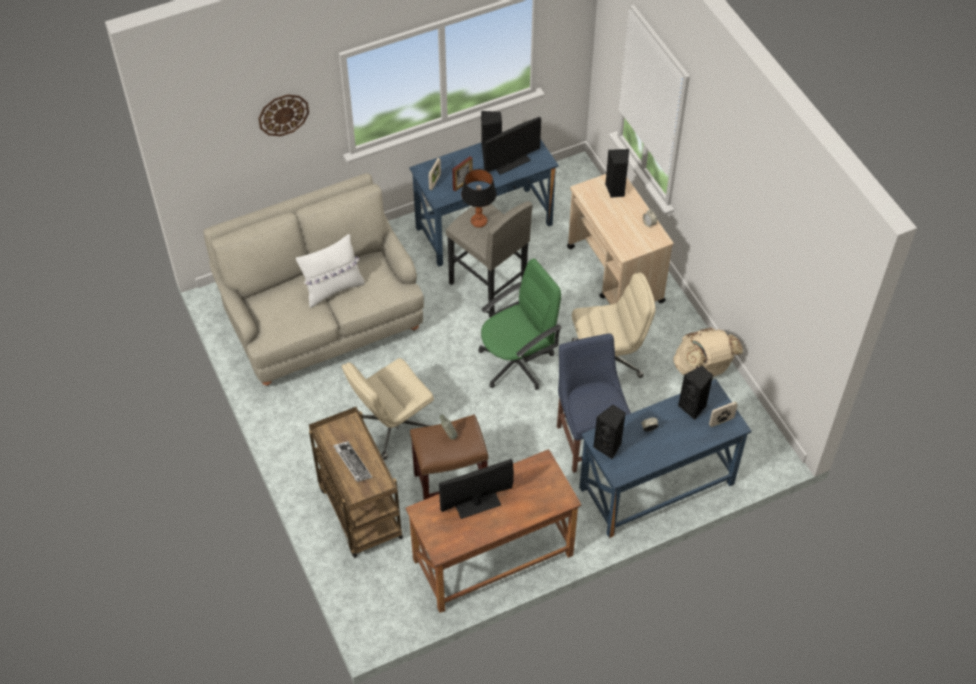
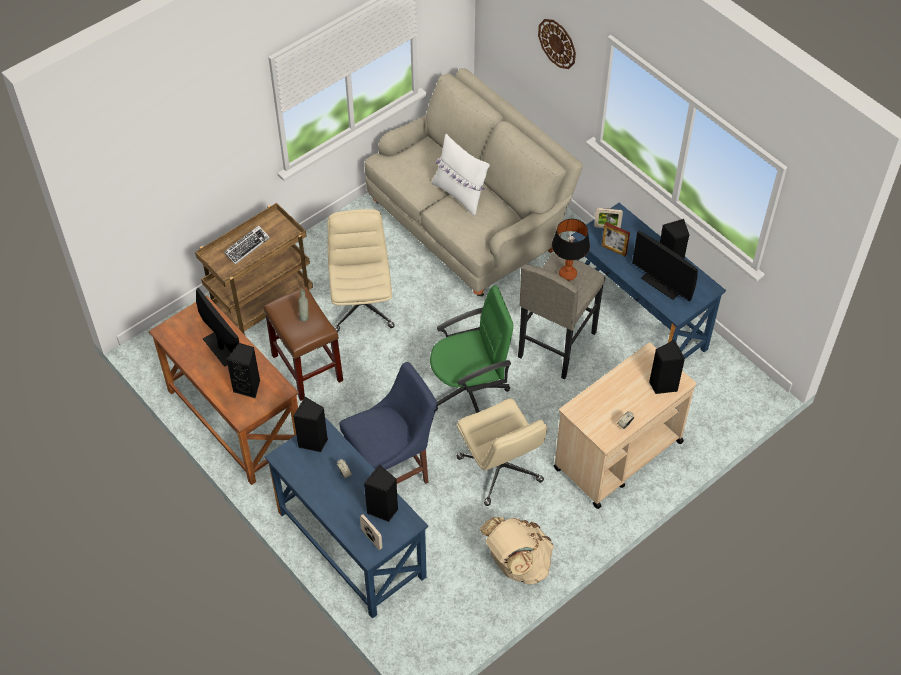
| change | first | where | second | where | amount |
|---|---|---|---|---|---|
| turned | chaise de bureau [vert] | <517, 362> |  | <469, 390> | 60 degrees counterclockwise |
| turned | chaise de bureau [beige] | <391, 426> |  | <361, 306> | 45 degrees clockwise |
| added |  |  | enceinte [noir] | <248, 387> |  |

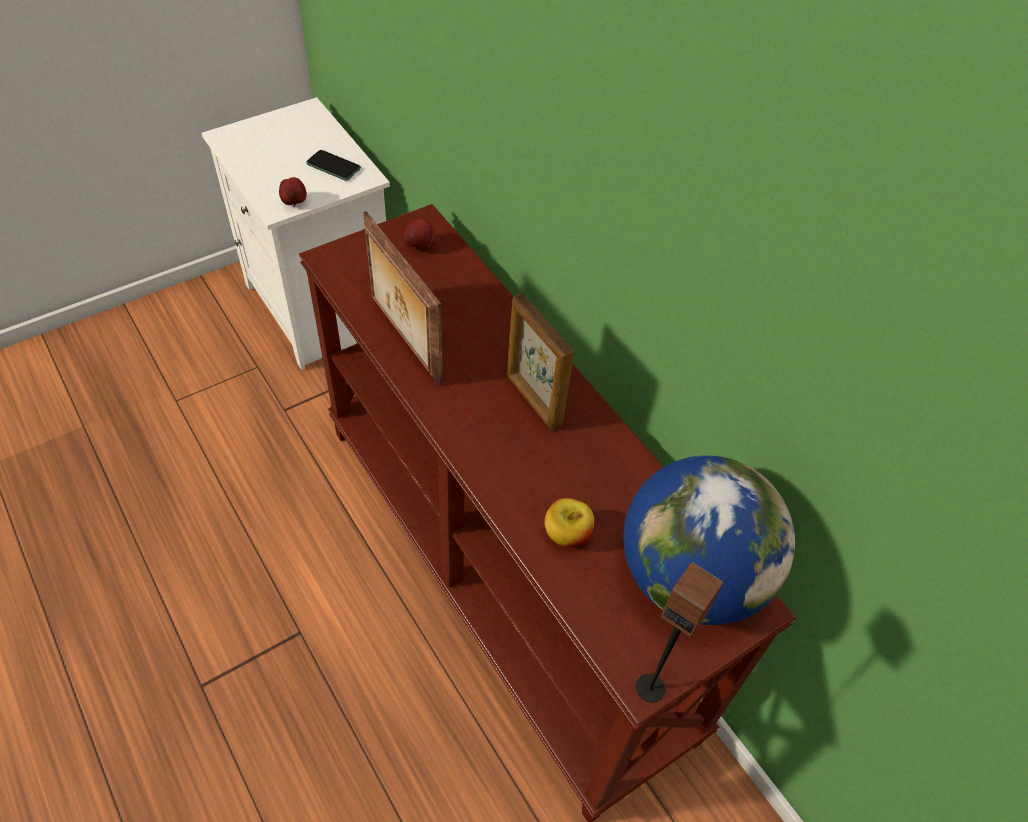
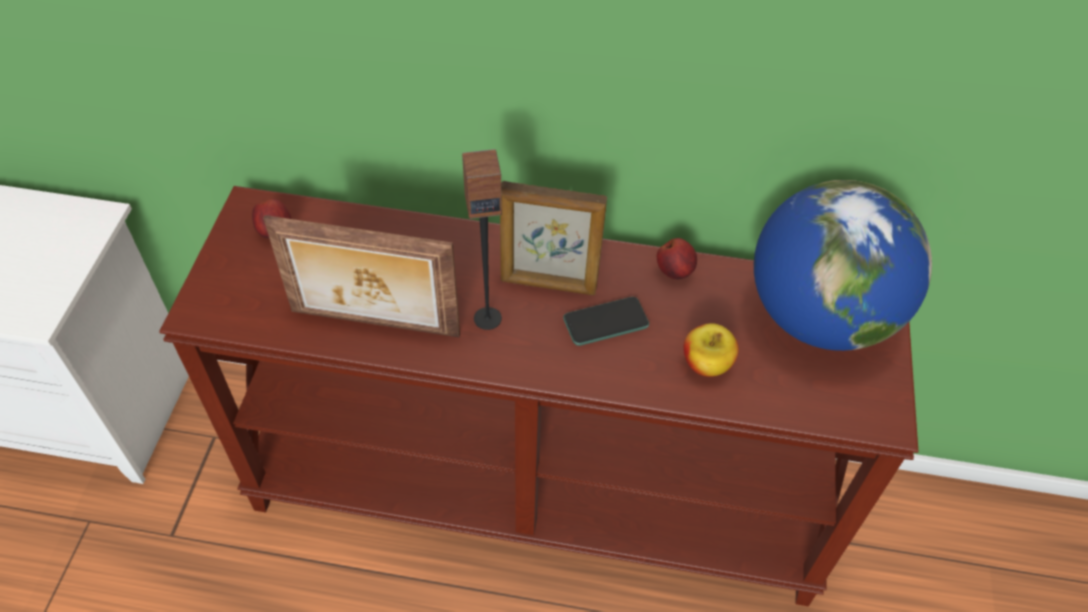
| change | first | where | second | where | amount |
|---|---|---|---|---|---|
| moved | téléphone | <333, 166> |  | <605, 322> |  |
| moved | pomme | <294, 203> |  | <675, 271> |  |
| moved | enceinte | <650, 687> |  | <487, 318> |  |

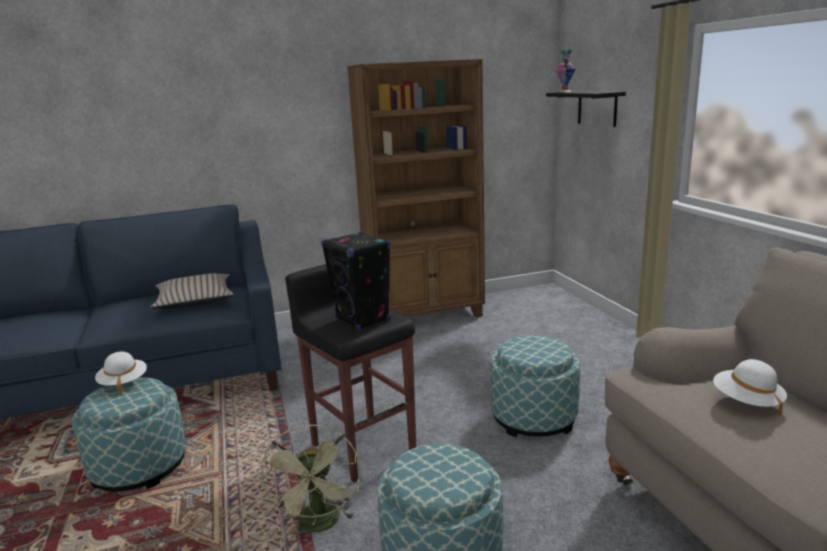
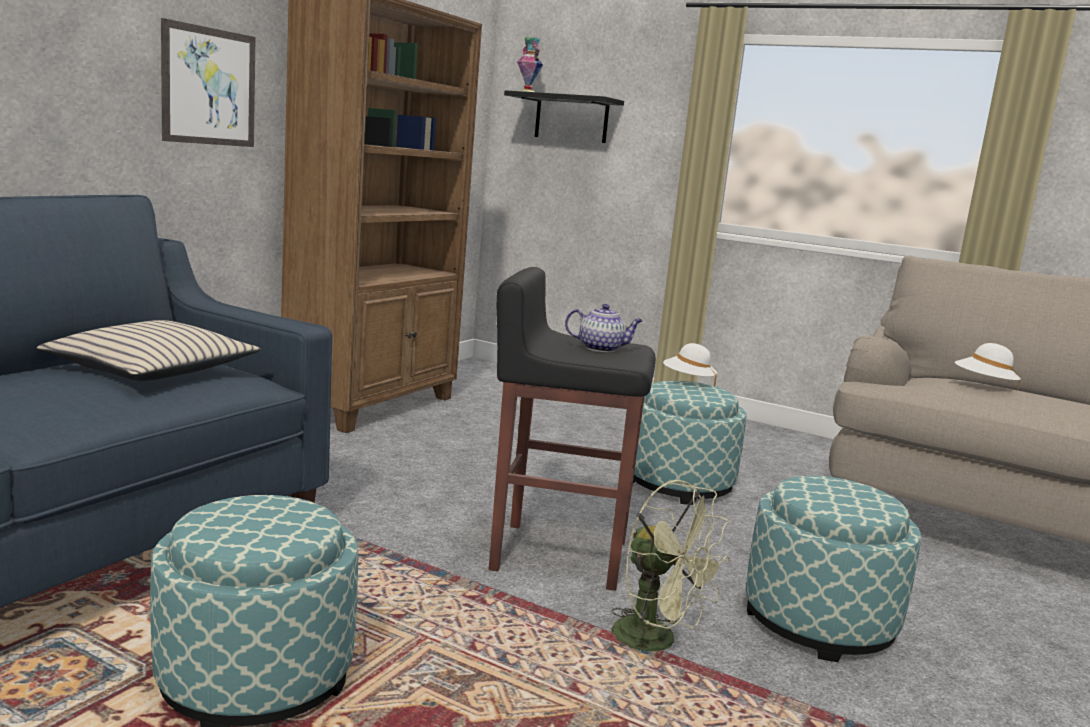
| change | first | where | second | where | amount |
|---|---|---|---|---|---|
| replaced | enceinte [noir] | <363, 320> | théière | <602, 348> |  |
| moved | chapeau [blanc] | <123, 382> |  | <688, 381> |  |
| added |  |  | tableau | <209, 86> |  |

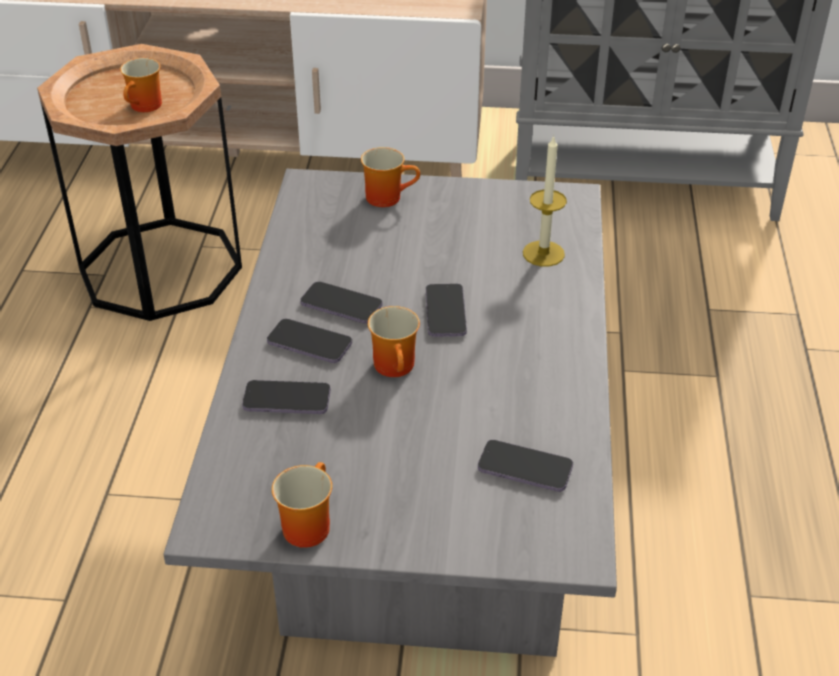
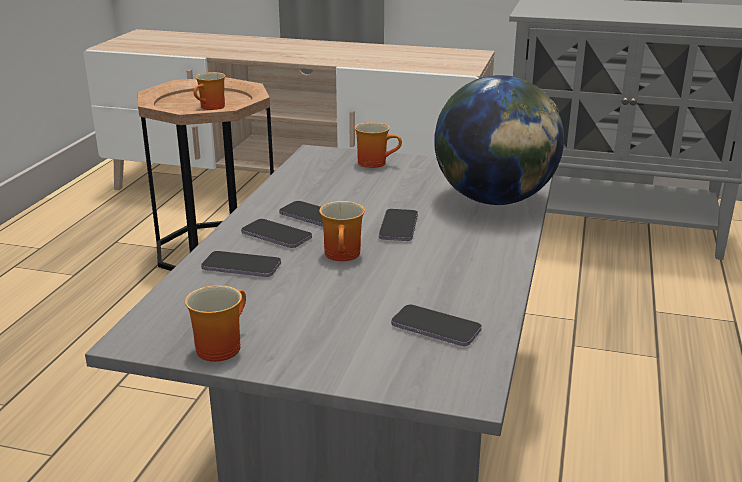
| change | first | where | second | where | amount |
|---|---|---|---|---|---|
| replaced | bougie | <543, 253> | globe | <494, 201> |  |

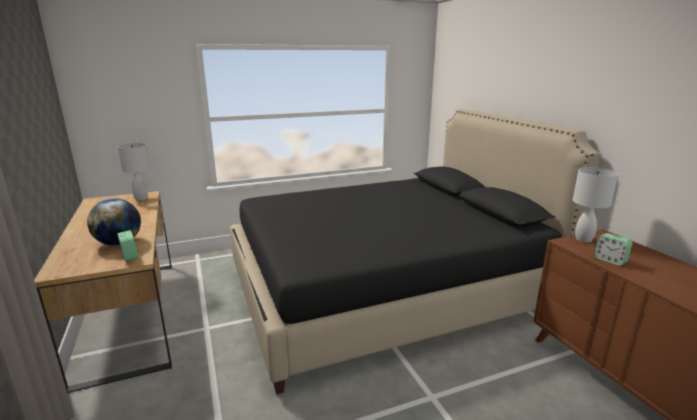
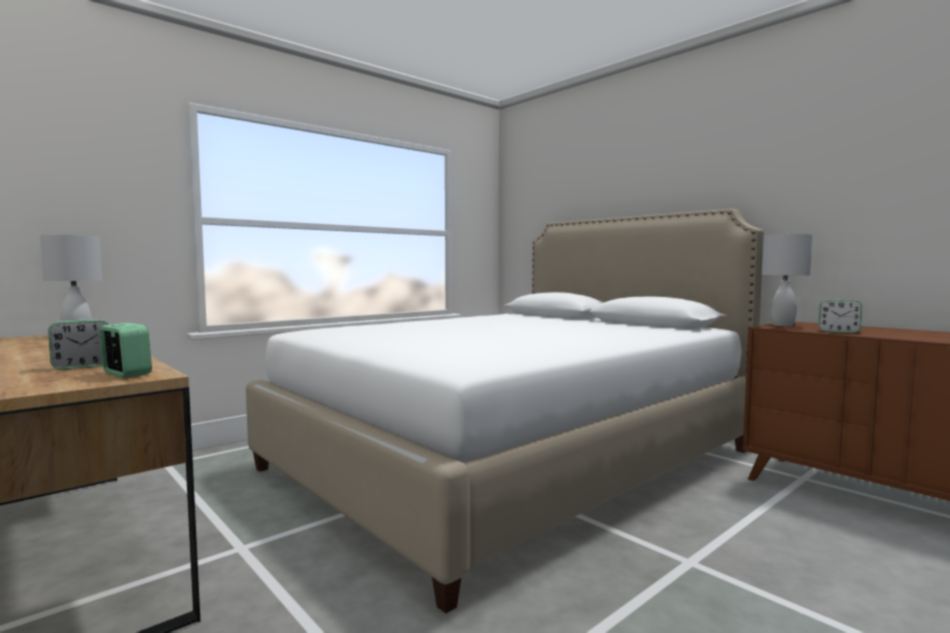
| change | first | where | second | where | amount |
|---|---|---|---|---|---|
| recoloured | lit [noir] | <385, 291> | lit [blanc] | <513, 459> |  |
| replaced | globe | <119, 243> | réveil | <82, 366> |  |

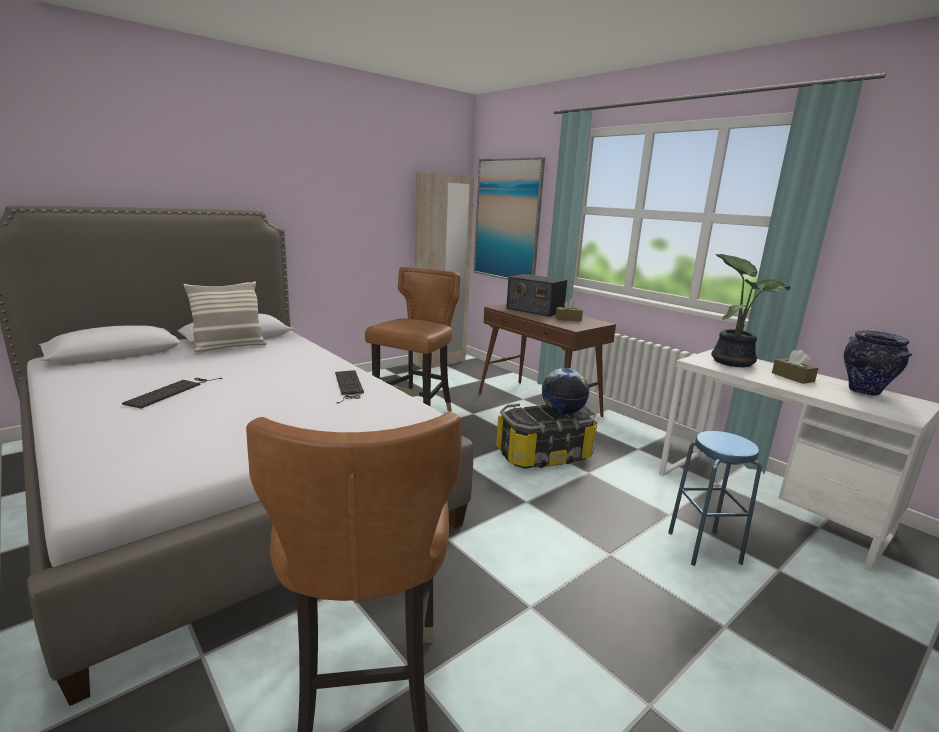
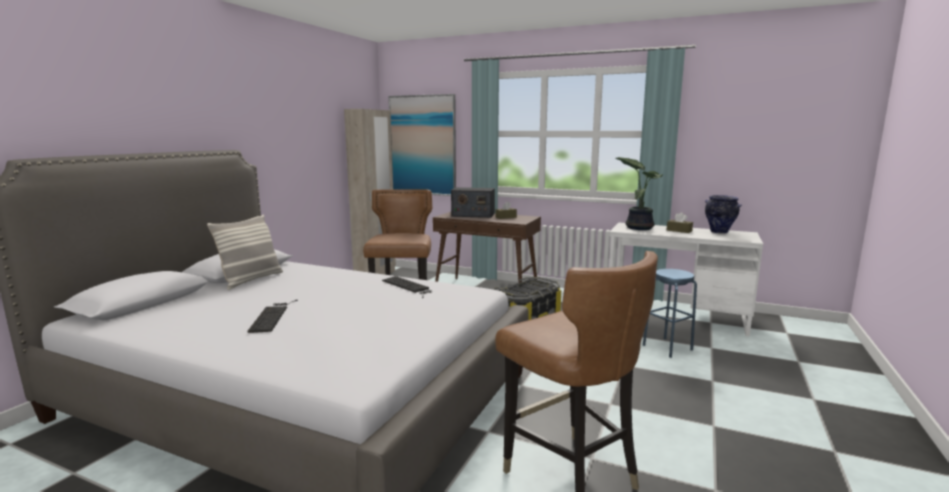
| change | first | where | second | where | amount |
|---|---|---|---|---|---|
| removed | globe | <563, 412> |  |  |  |

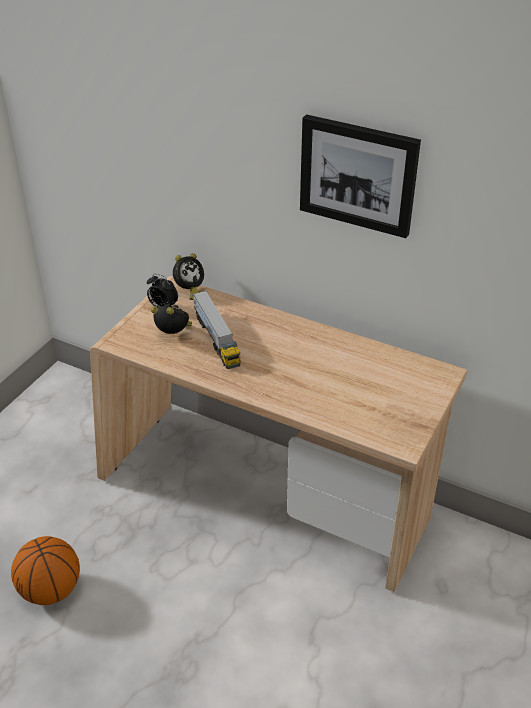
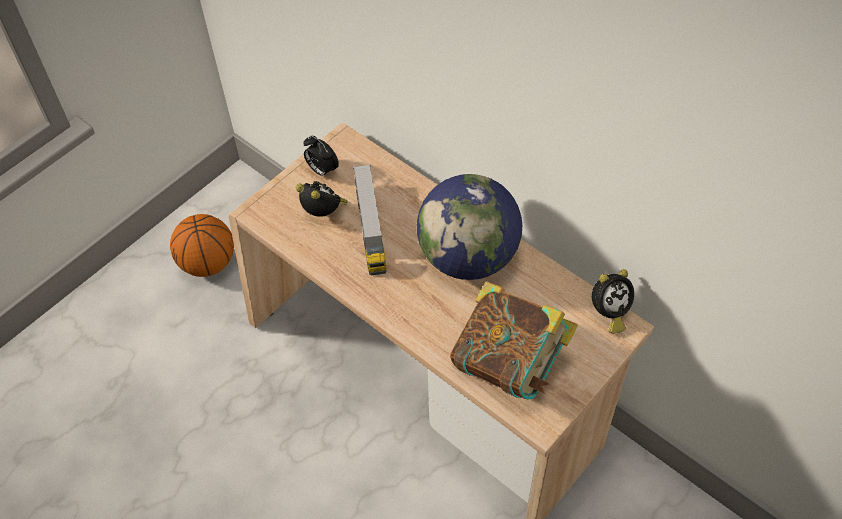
| change | first | where | second | where | amount |
|---|---|---|---|---|---|
| removed | tableau | <358, 175> |  |  |  |
| moved | réveil | <189, 291> |  | <608, 313> |  |
| moved | ballon de basket | <50, 590> |  | <208, 263> |  |
| added |  |  | globe | <468, 257> |  |
| added |  |  | livre | <510, 363> |  |

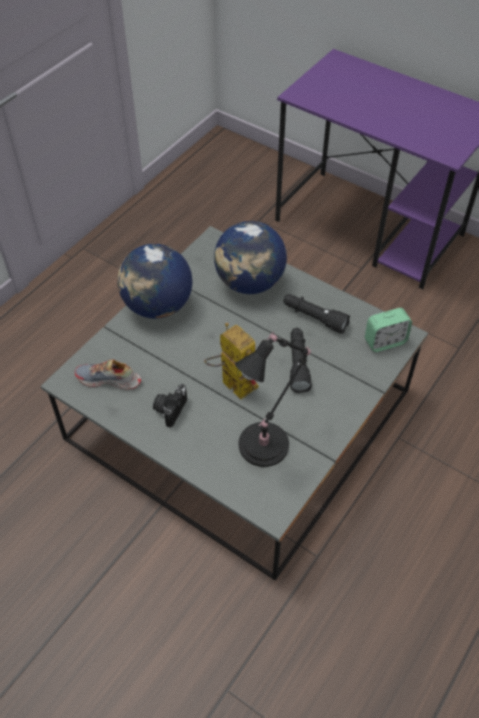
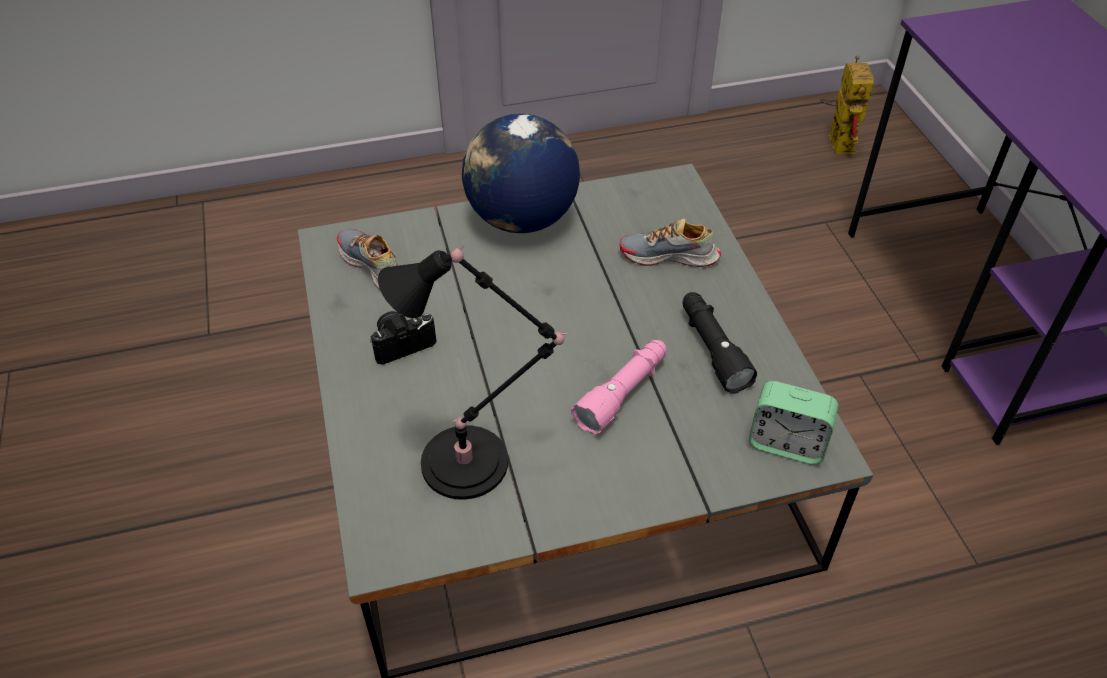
| change | first | where | second | where | amount |
|---|---|---|---|---|---|
| replaced | globe | <250, 283> | chaussure | <669, 256> |  |
| moved | robot jouet | <231, 383> |  | <836, 140> |  |
| recoloured | lampe de poche [noir] | <298, 364> | lampe de poche [rose] | <623, 393> |  |

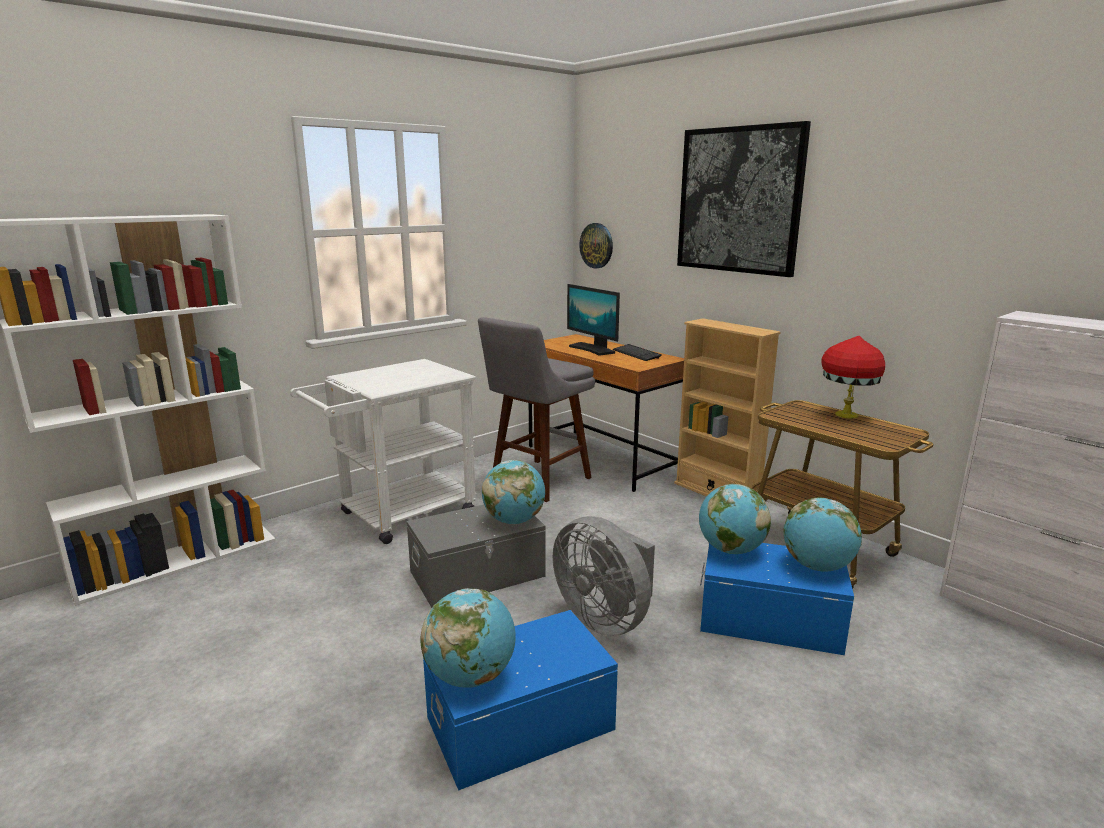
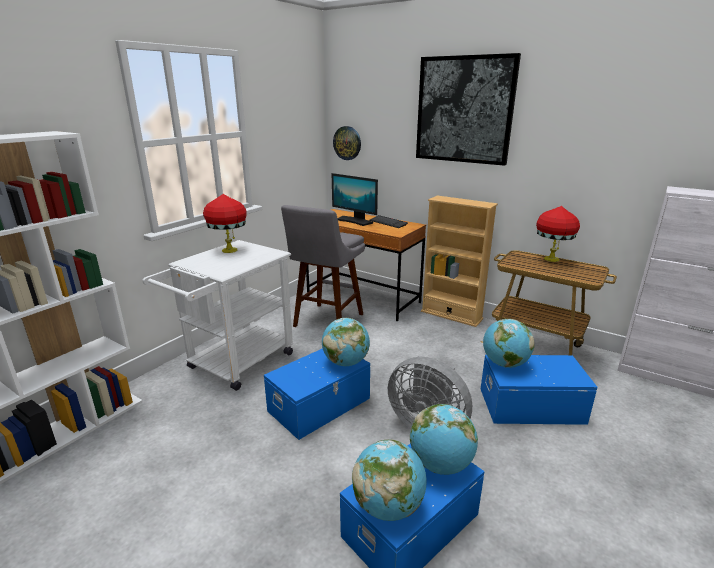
| change | first | where | second | where | amount |
|---|---|---|---|---|---|
| moved | globe | <817, 567> |  | <441, 464> |  |
| recoloured | boîte de rangement [gris] | <478, 574> | boîte de rangement [bleu] | <320, 405> |  |
| added |  |  | lampe de table [rouge] | <229, 250> |  |

